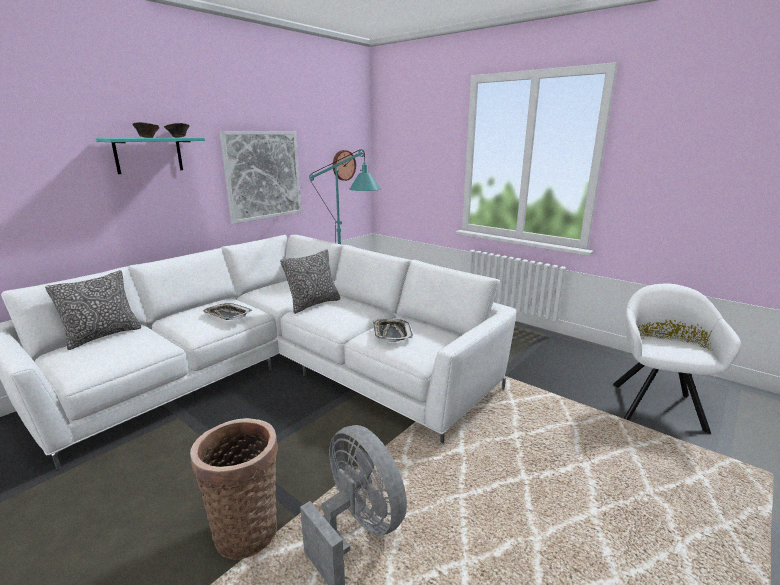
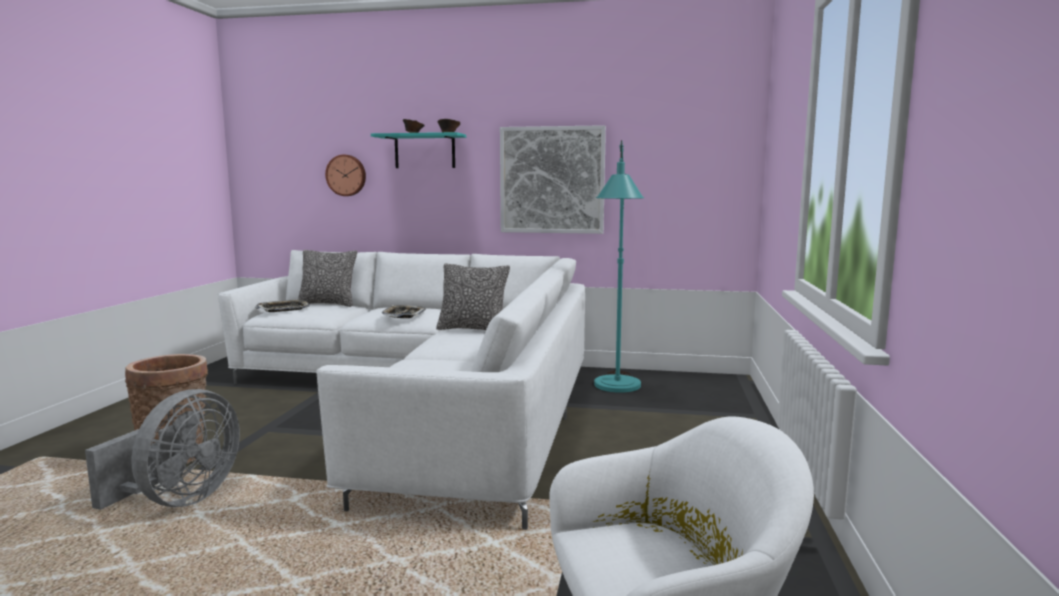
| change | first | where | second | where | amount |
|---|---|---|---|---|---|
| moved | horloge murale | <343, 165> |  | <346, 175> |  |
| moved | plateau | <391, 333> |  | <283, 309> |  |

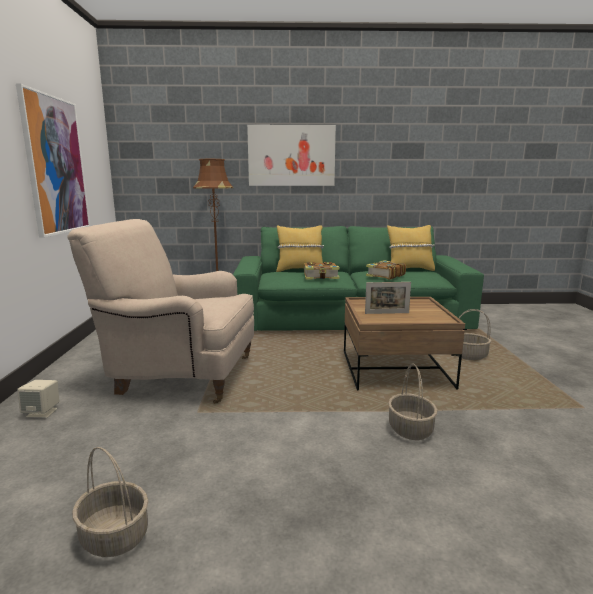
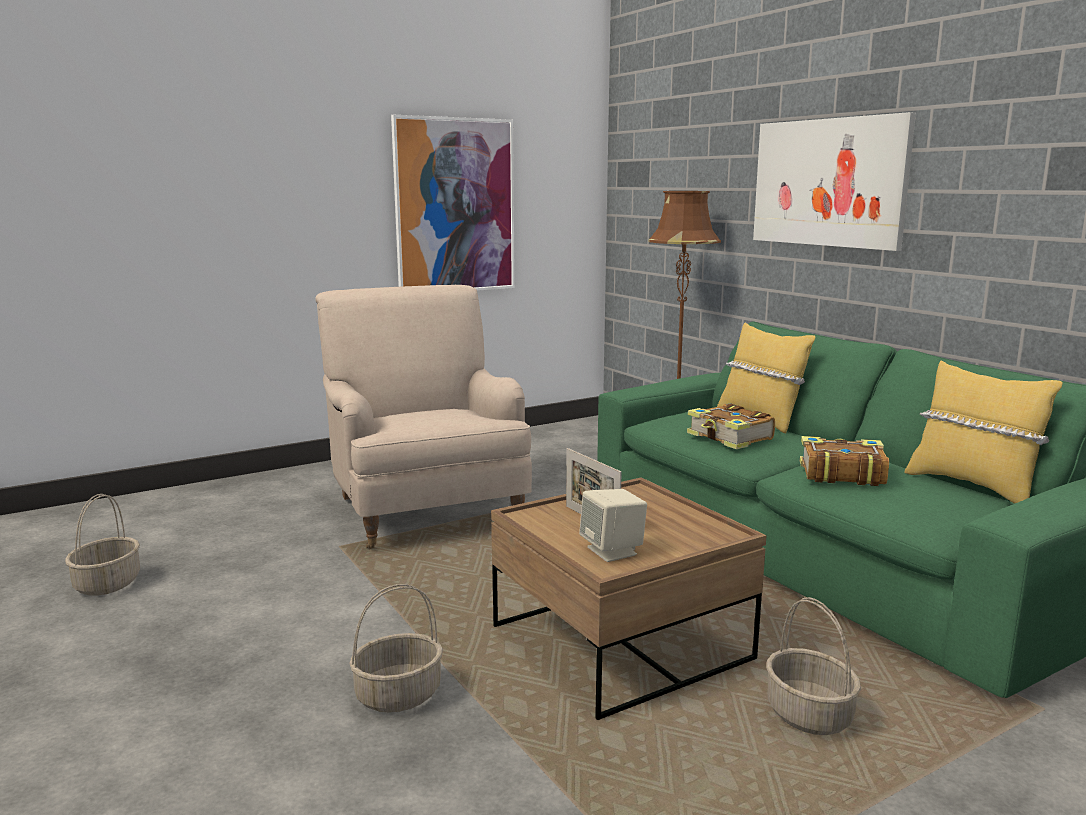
| change | first | where | second | where | amount |
|---|---|---|---|---|---|
| moved | enceinte [beige] | <42, 413> |  | <612, 551> |  |

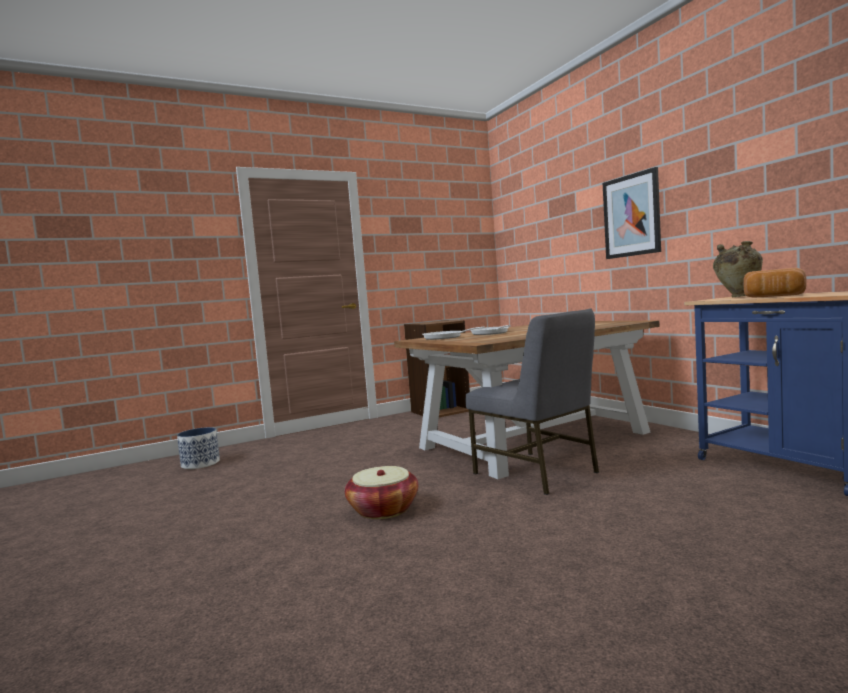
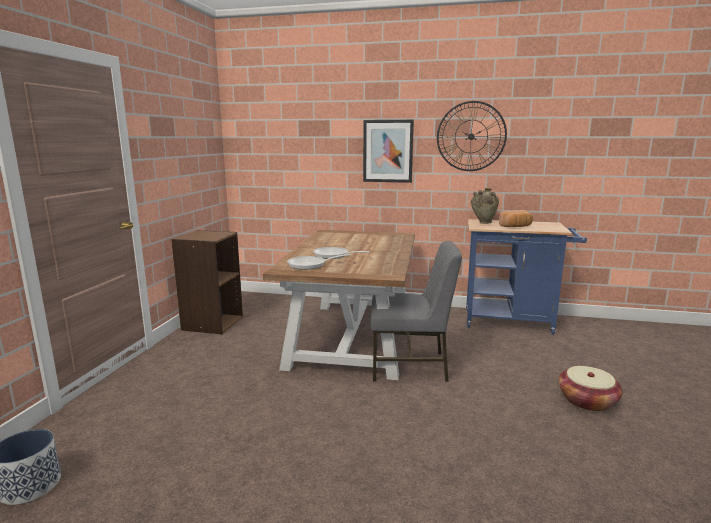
| change | first | where | second | where | amount |
|---|---|---|---|---|---|
| moved | panier | <383, 509> |  | <587, 401> |  |
| added |  |  | horloge murale | <471, 136> |  |

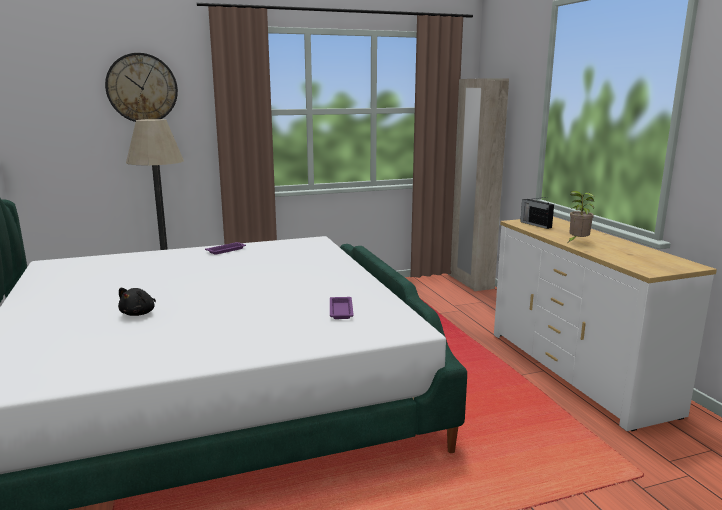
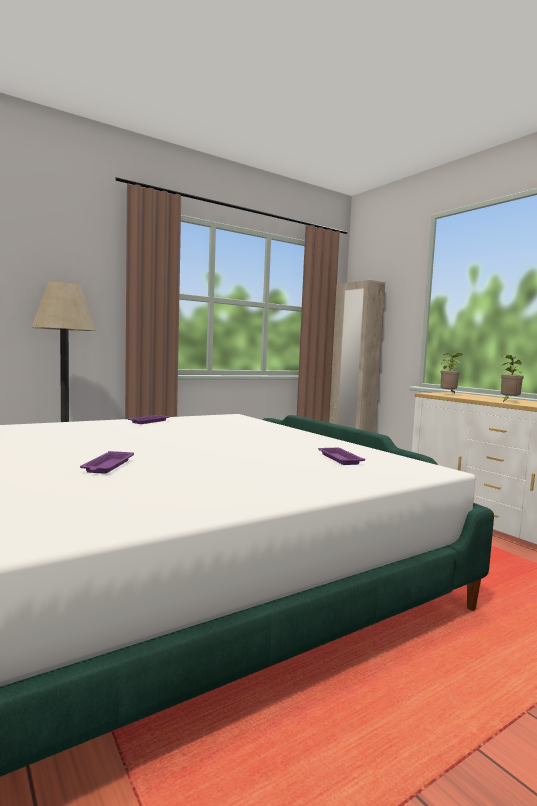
| change | first | where | second | where | amount |
|---|---|---|---|---|---|
| removed | horloge murale | <142, 88> |  |  |  |
| replaced | radio | <535, 224> | plante en pot | <449, 394> |  |
| replaced | peluche [noir] | <139, 313> | plateau [violet] | <107, 466> |  |

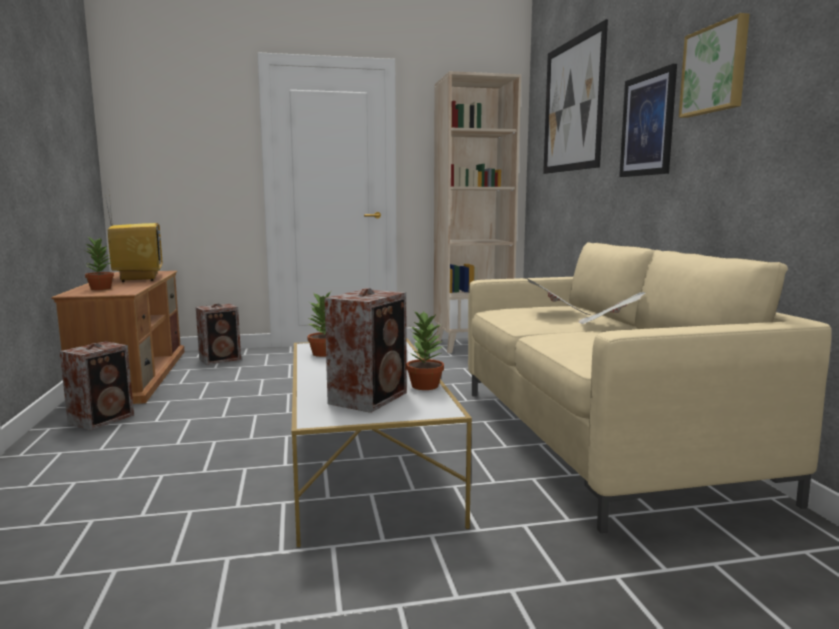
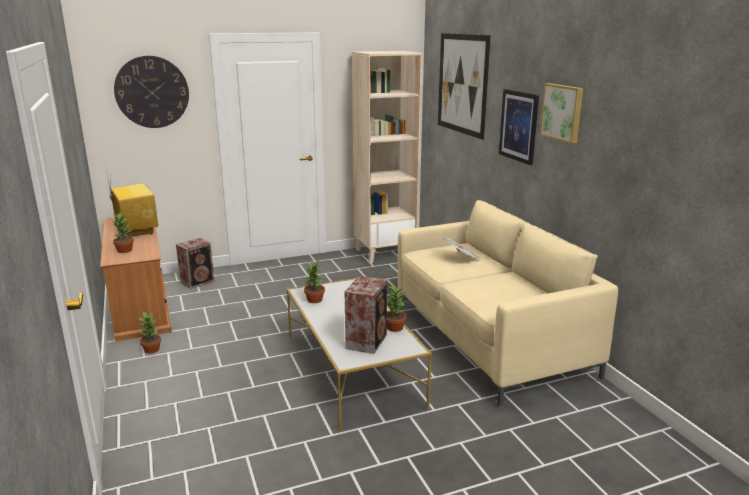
| change | first | where | second | where | amount |
|---|---|---|---|---|---|
| removed | journal | <611, 326> |  |  |  |
| replaced | enceinte | <103, 419> | plante en pot | <152, 349> |  |
| added |  |  | horloge murale | <152, 92> |  |

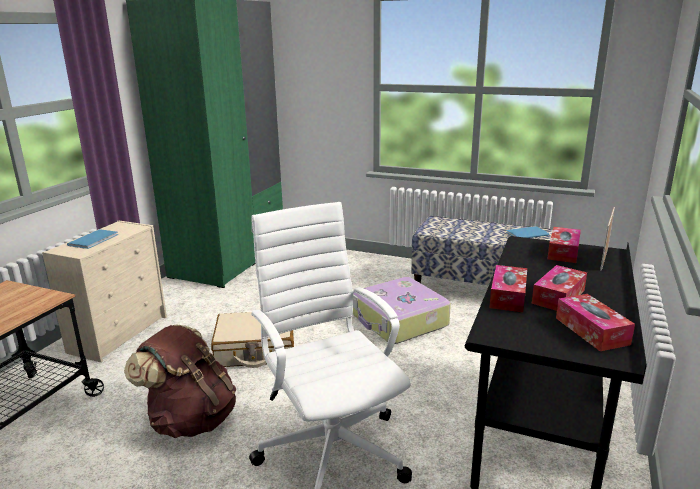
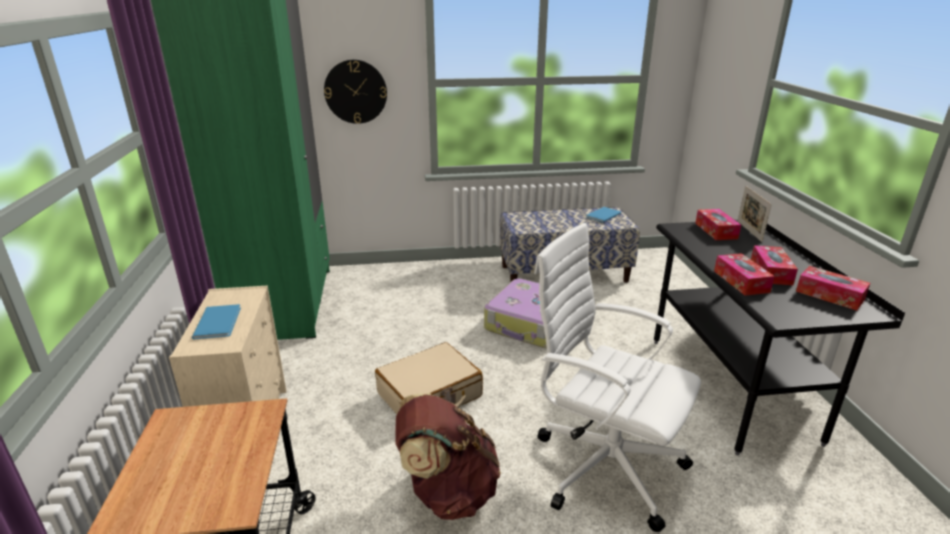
| change | first | where | second | where | amount |
|---|---|---|---|---|---|
| added |  |  | horloge murale | <355, 92> |  |

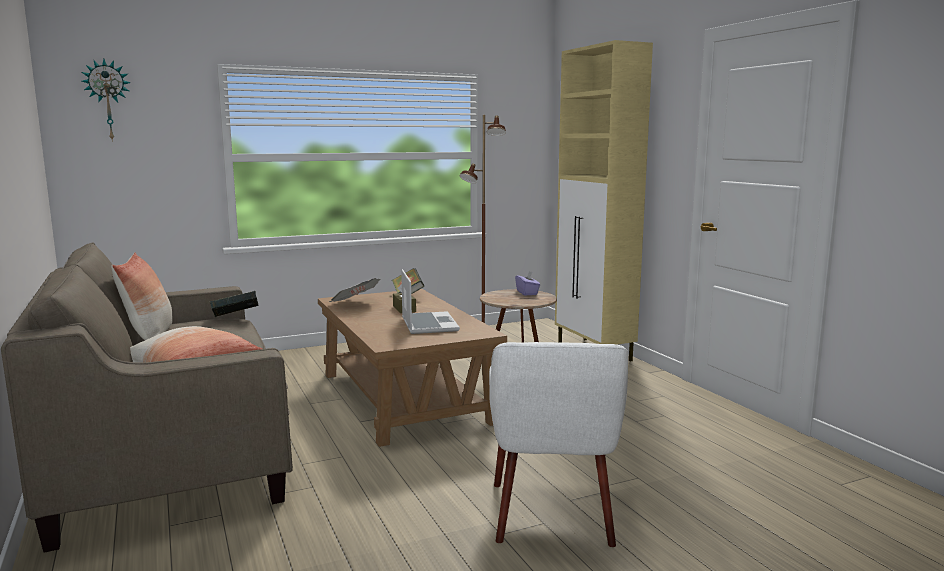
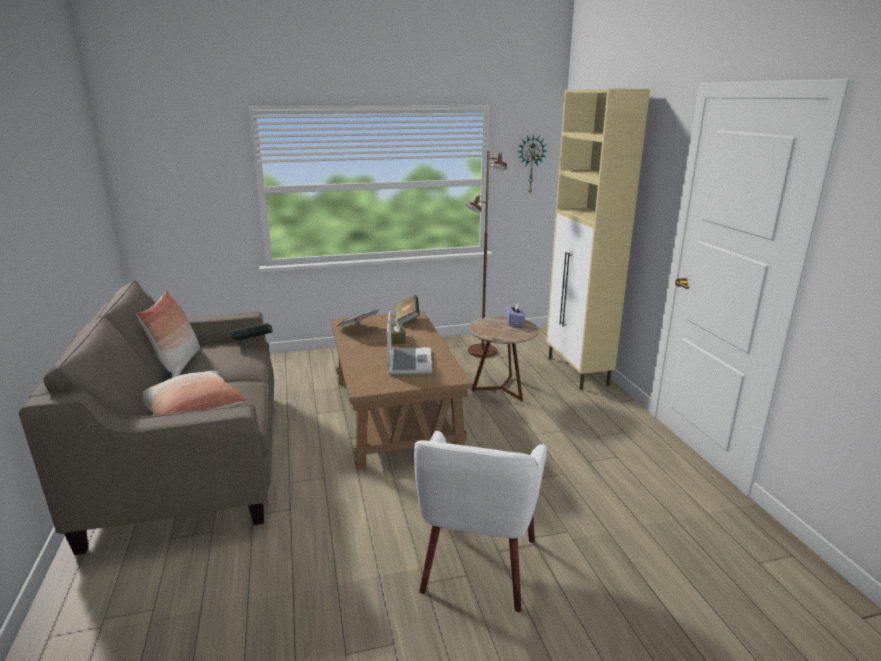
| change | first | where | second | where | amount |
|---|---|---|---|---|---|
| moved | horloge murale | <108, 100> |  | <530, 164> |  |

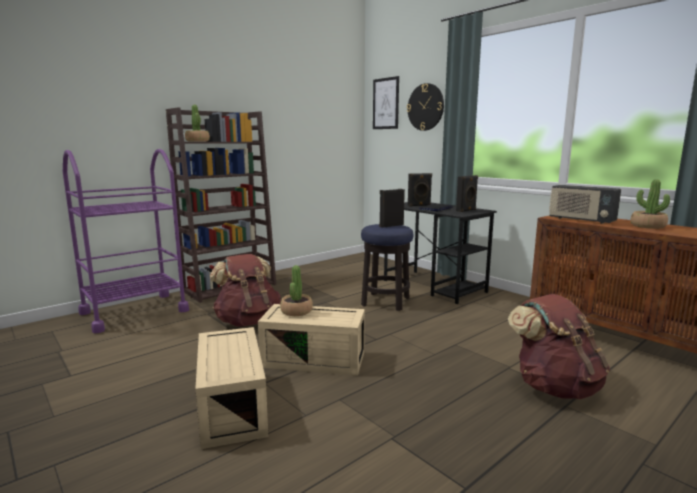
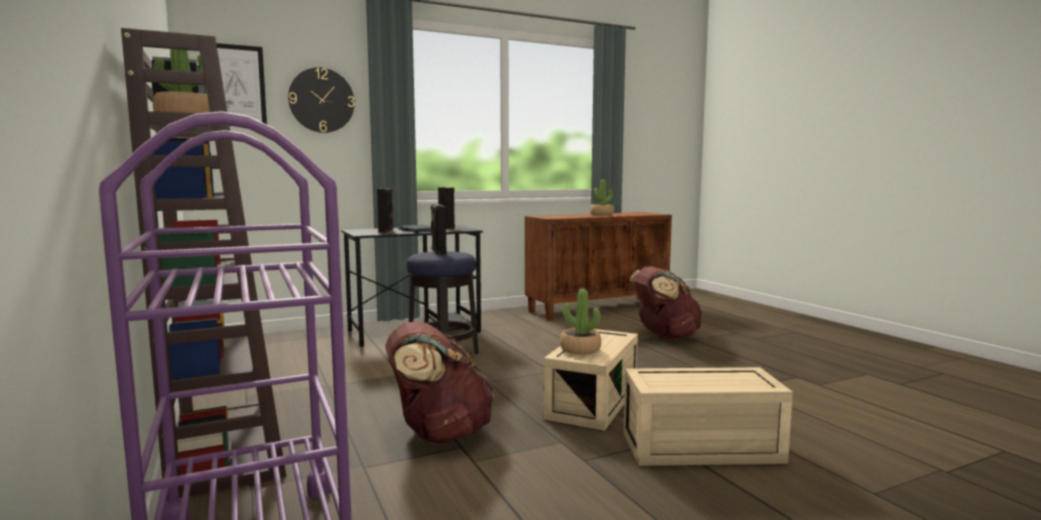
| change | first | where | second | where | amount |
|---|---|---|---|---|---|
| removed | radio | <581, 220> |  |  |  |

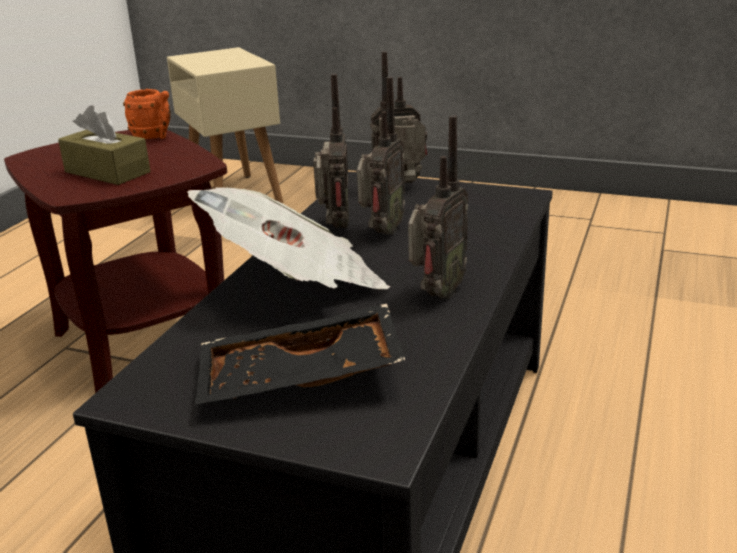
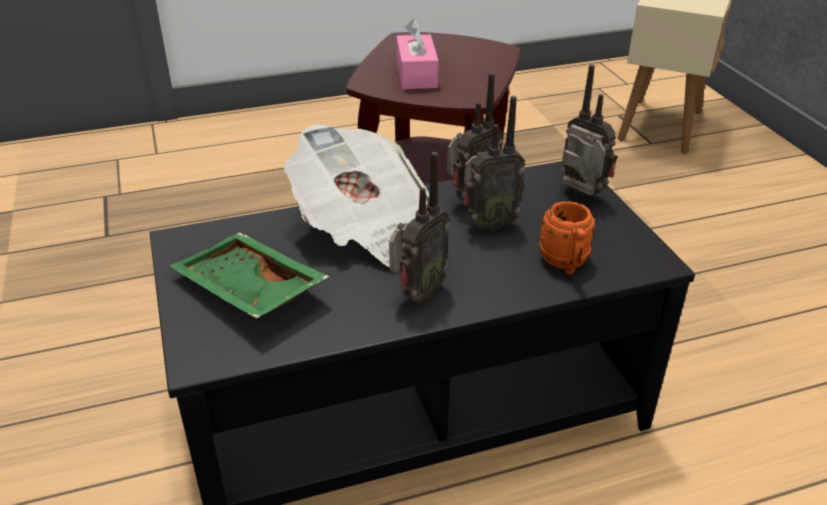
| change | first | where | second | where | amount |
|---|---|---|---|---|---|
| moved | mug [orange] | <154, 137> |  | <565, 264> |  |
| recoloured | boîte à mouchoirs [marron] | <107, 172> | boîte à mouchoirs [rose] | <416, 75> |  |
| turned | radio | <436, 294> |  | <416, 295> | 45 degrees counterclockwise |
| recoloured | plateau [noir] | <300, 379> | plateau [vert] | <247, 291> |  |

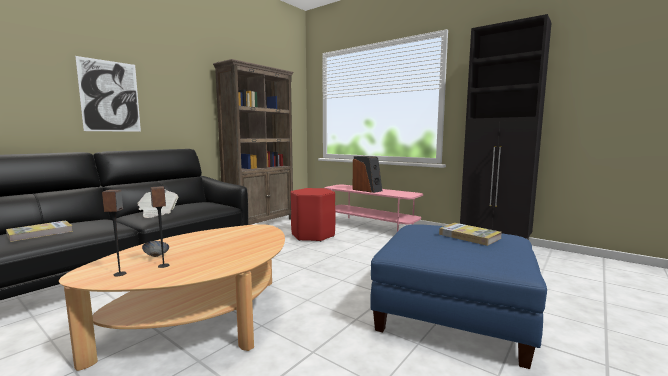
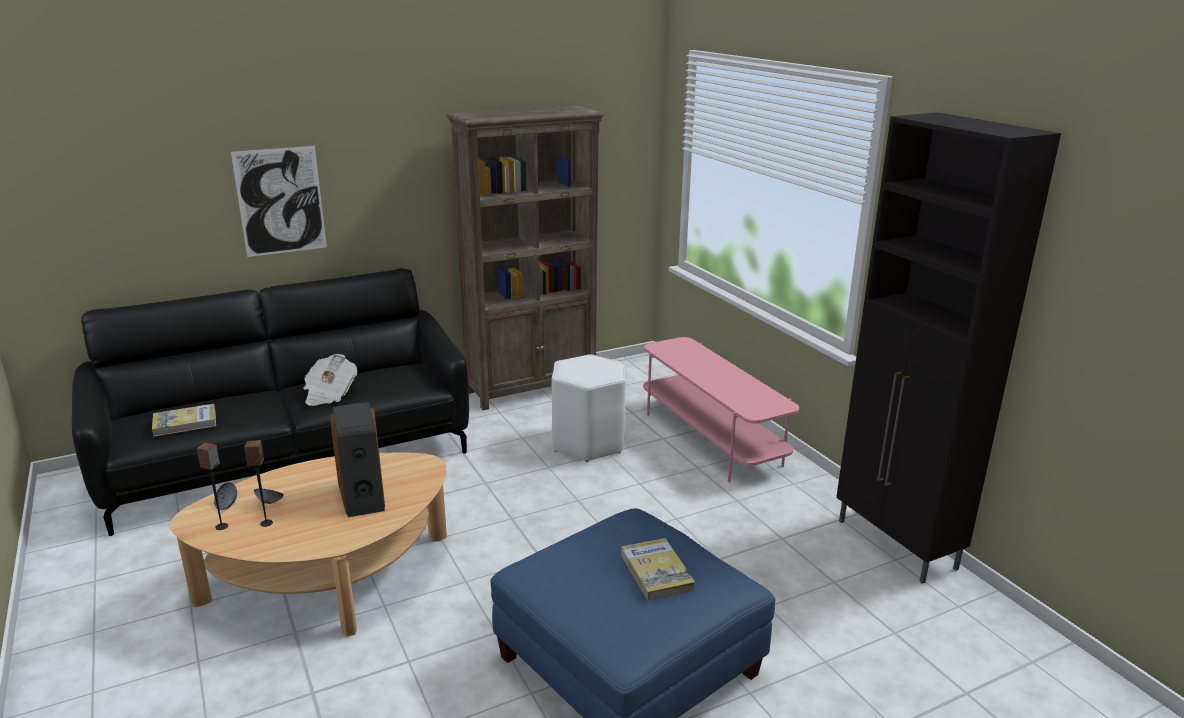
| change | first | where | second | where | amount |
|---|---|---|---|---|---|
| moved | enceinte | <367, 190> |  | <363, 495> |  |
| recoloured | tabouret [rouge] | <313, 235> | tabouret [blanc] | <589, 443> |  |
| added |  |  | bol | <227, 505> |  |

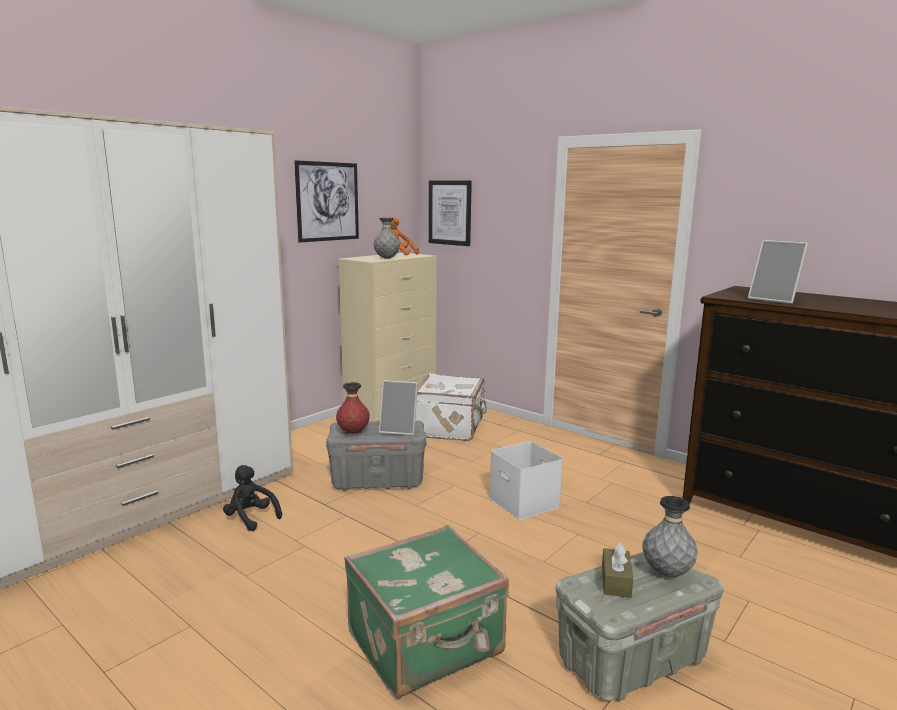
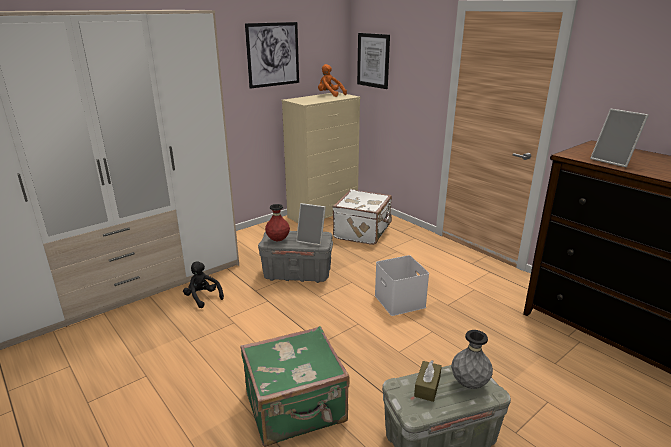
| change | first | where | second | where | amount |
|---|---|---|---|---|---|
| removed | vase [gris] | <387, 258> |  |  |  |

